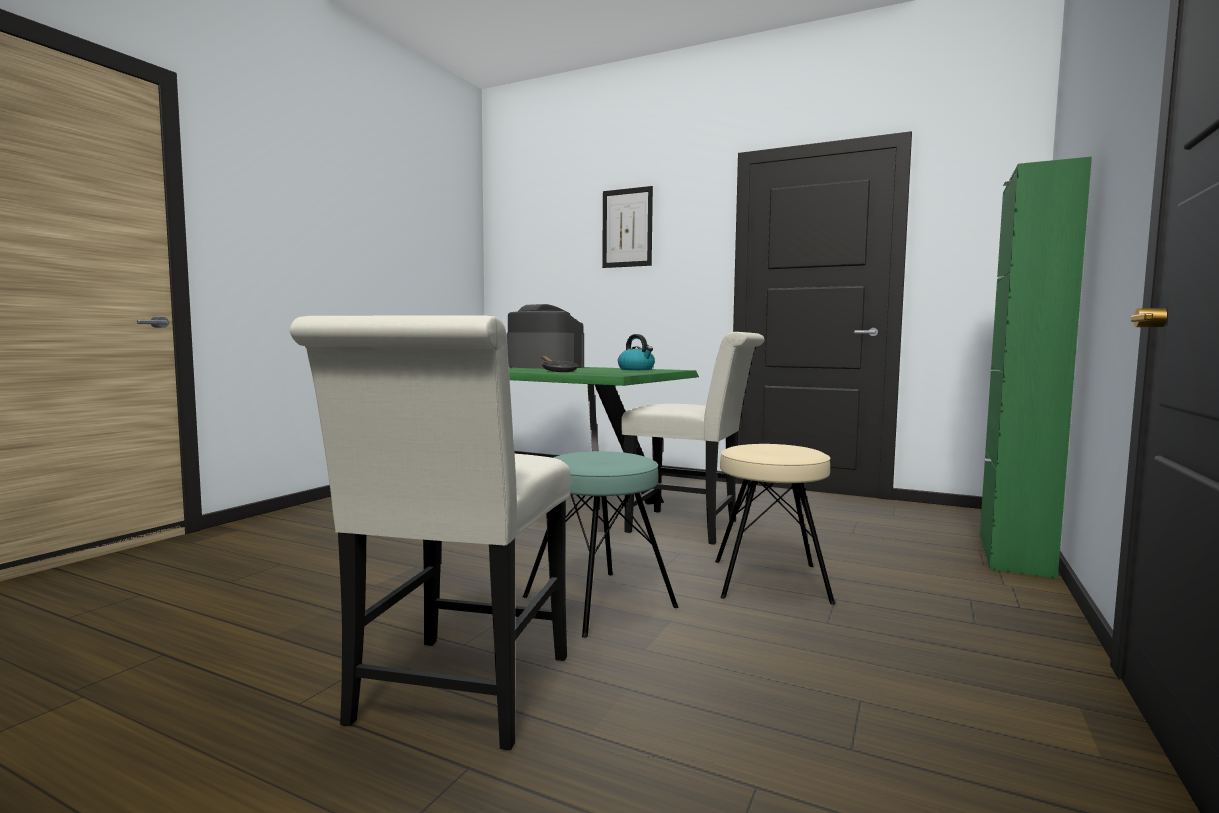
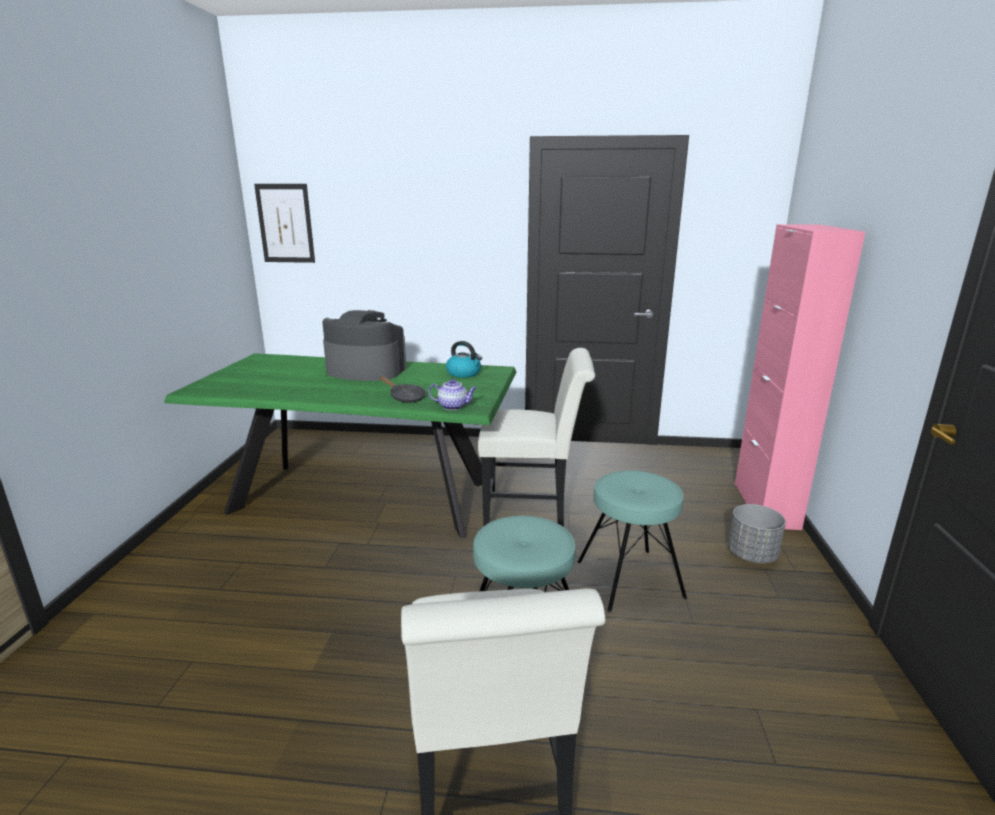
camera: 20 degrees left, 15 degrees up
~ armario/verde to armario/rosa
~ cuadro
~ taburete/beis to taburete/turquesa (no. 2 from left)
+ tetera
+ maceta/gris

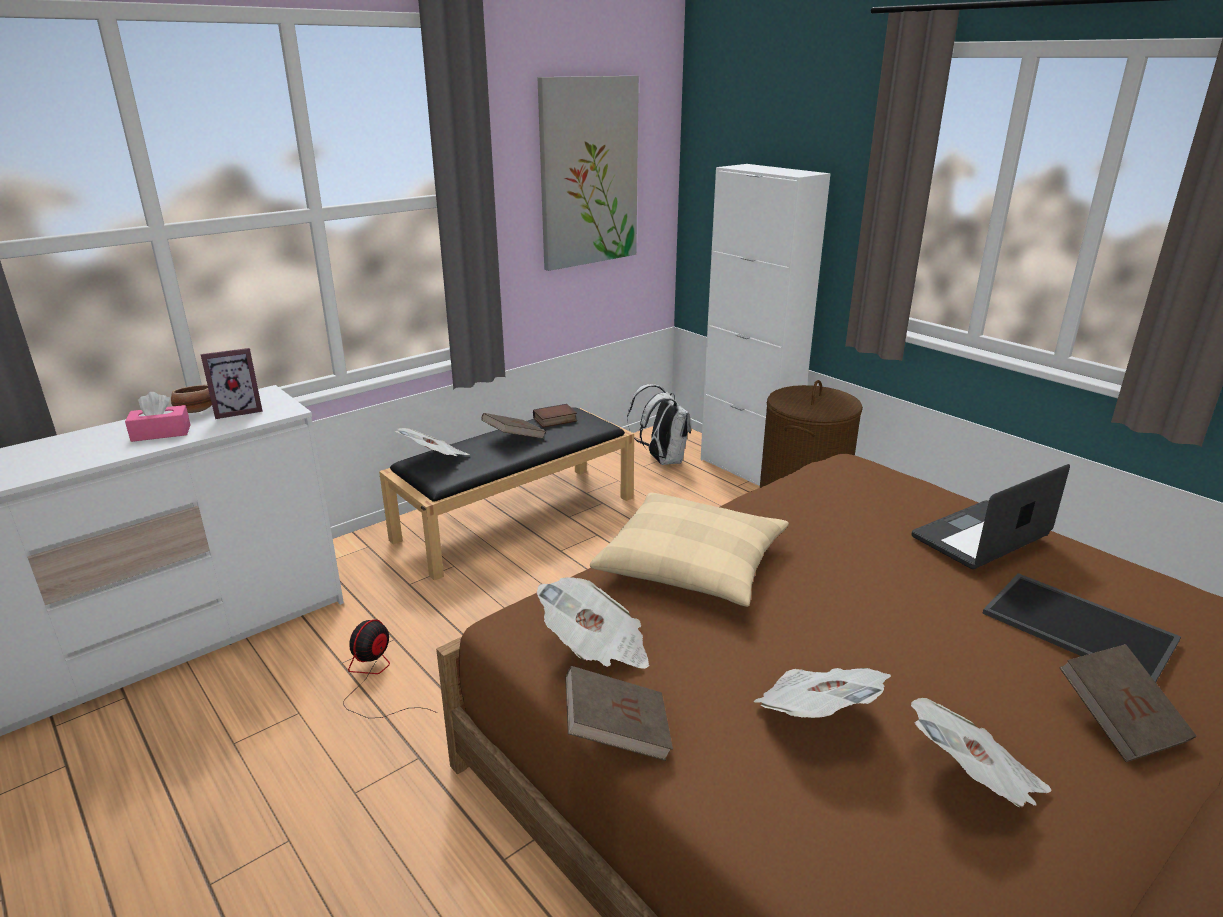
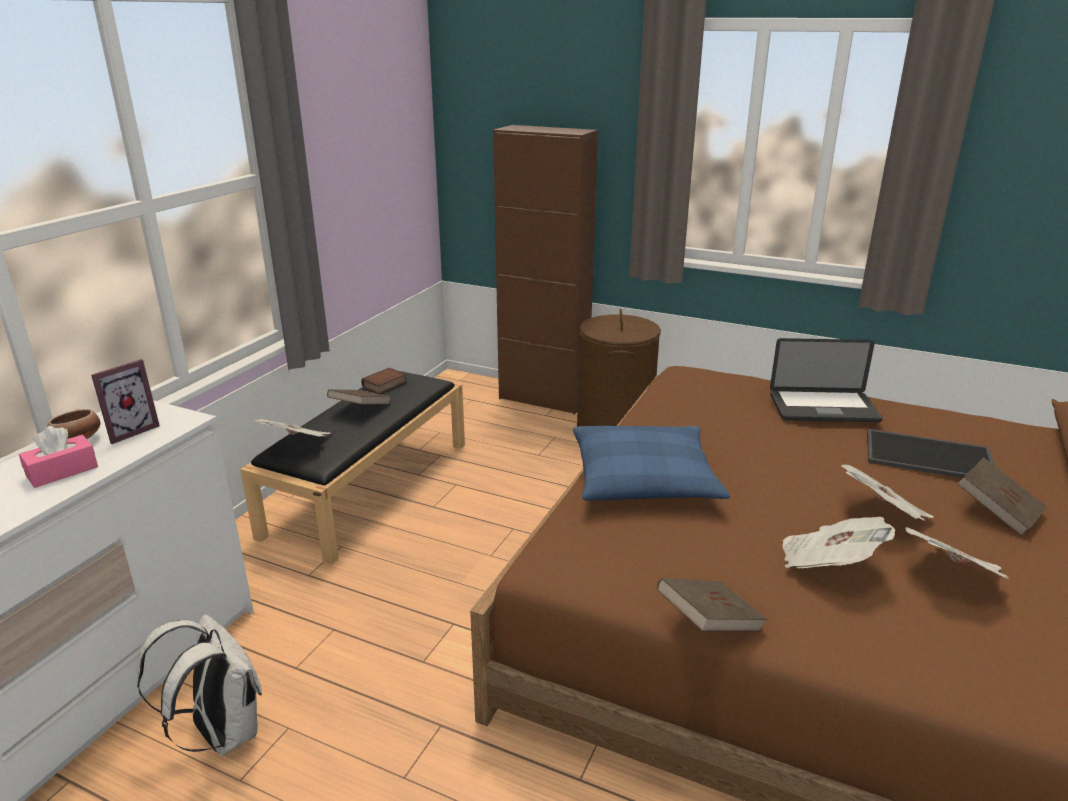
camera: 25 degrees left, 0 degrees up
- cuadro
~ armario/blanco to armario/marrón
~ mochila/blanco
~ portátil 120 degrees counterclockwise
~ cojín/beis to cojín/azul
~ periódico (no. 2 from left in the first image) to periódico (no. 3 from left)
- ventilador

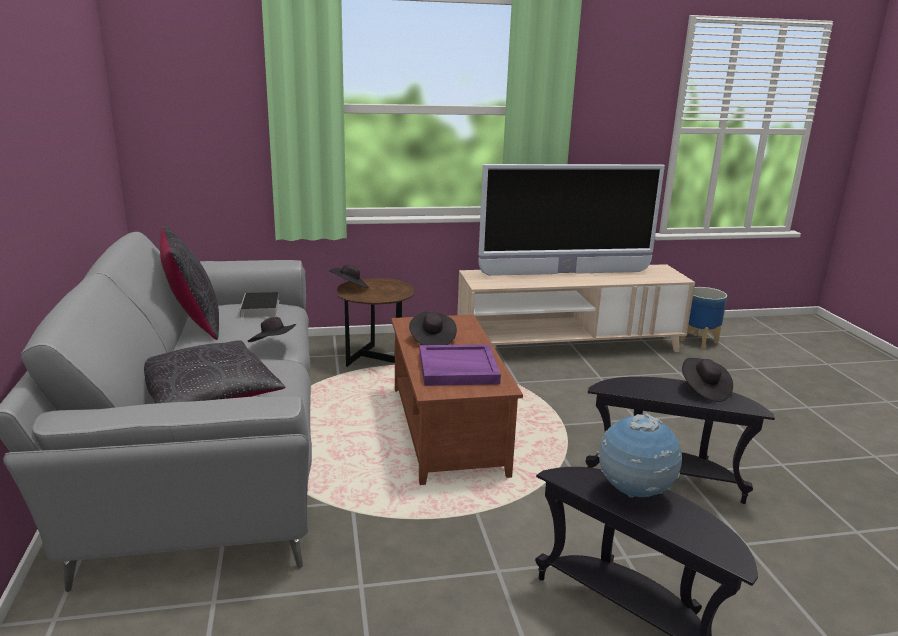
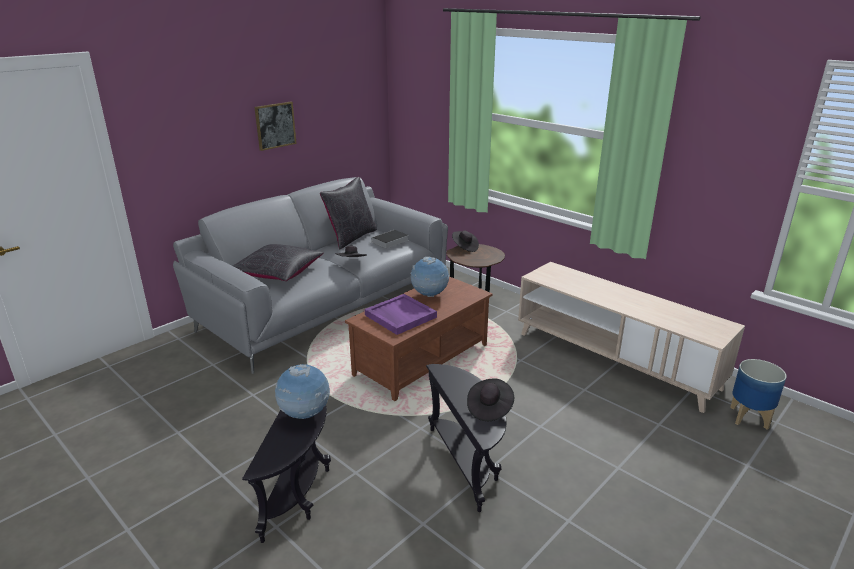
camera: 55 degrees right, 5 degrees up
- televisor
~ sombrero/negro (no. 3 from left) to globo terráqueo (no. 2 from left)
+ cuadro

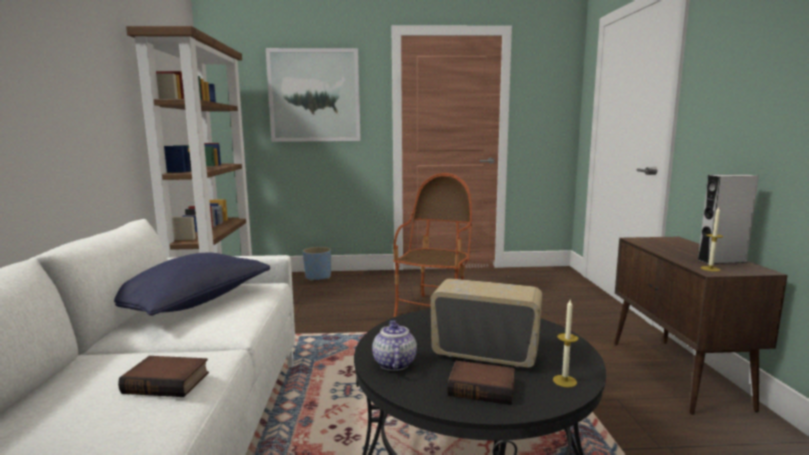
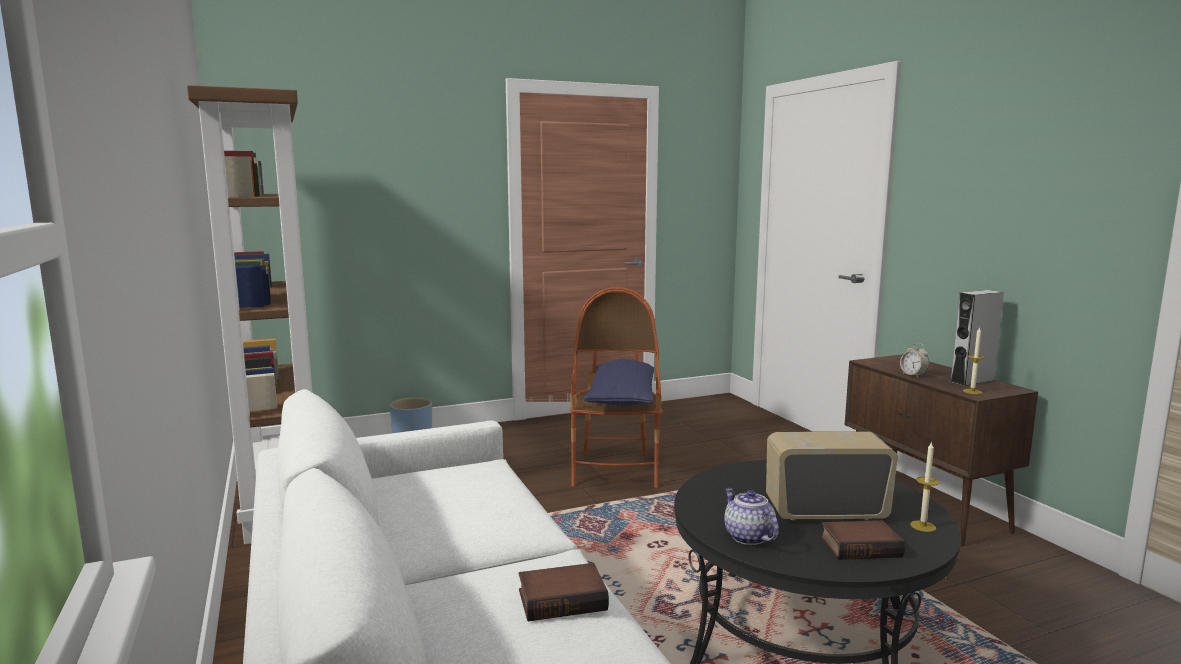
camera: 20 degrees left, 0 degrees up
- cuadro
~ cojín/azul
+ despertador

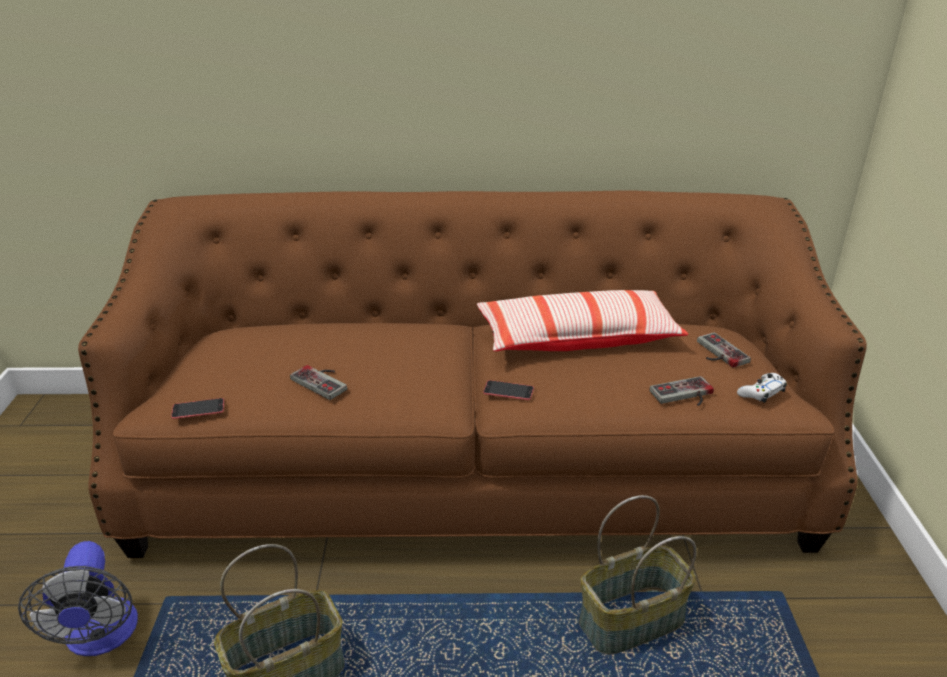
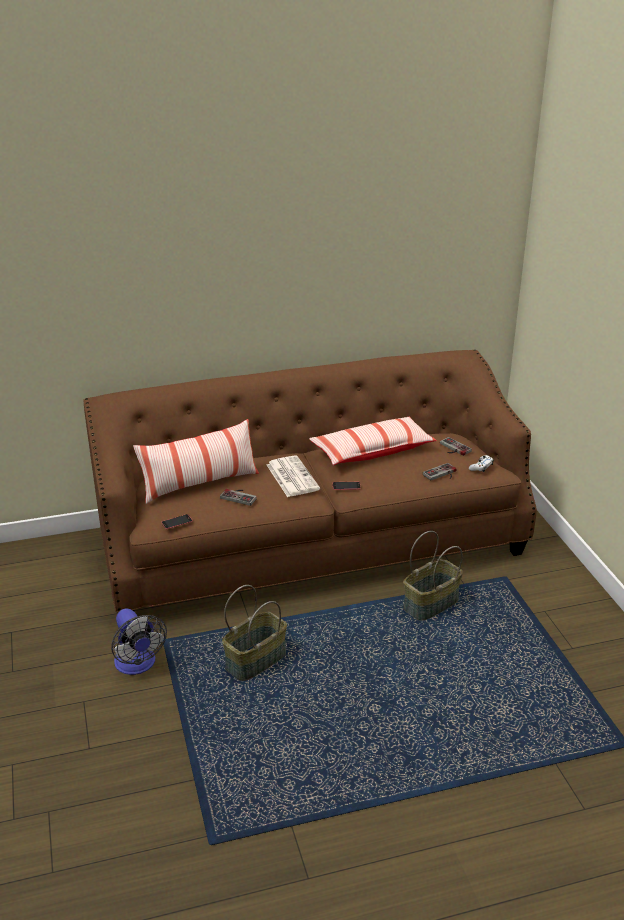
camera: 15 degrees left, 0 degrees up
+ cojín (no. 1 from left)
+ periódico

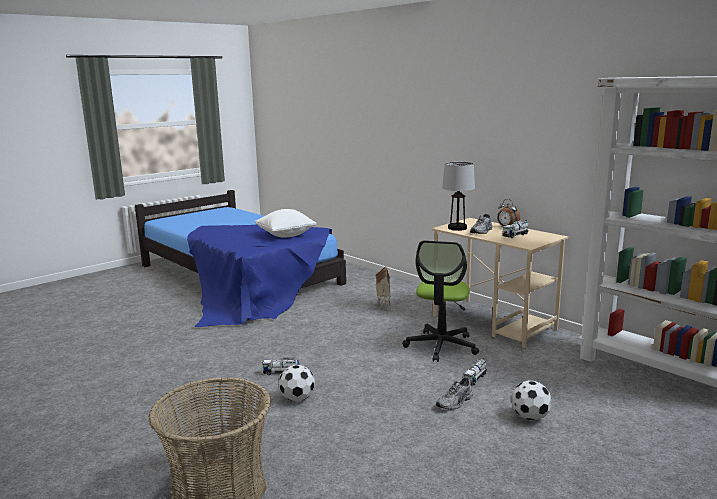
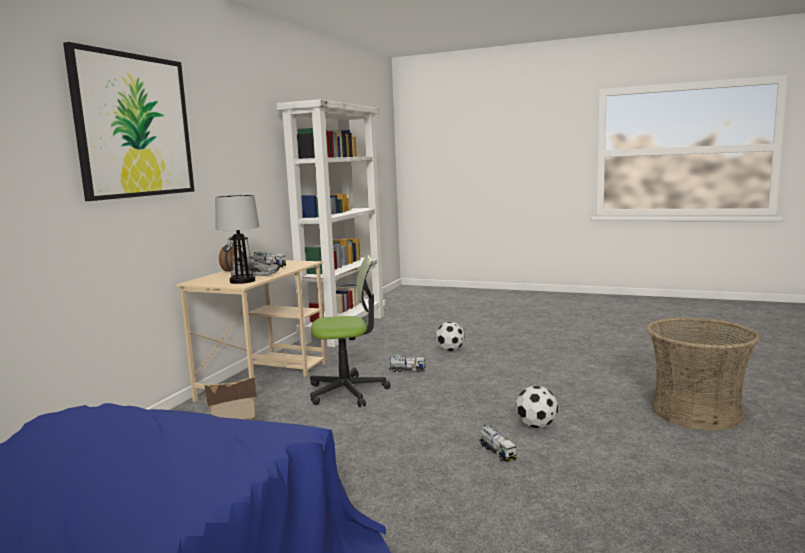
camera: 115 degrees left, 5 degrees down
- cojín/blanco
- zapato/gris (no. 1 from left)
+ cuadro

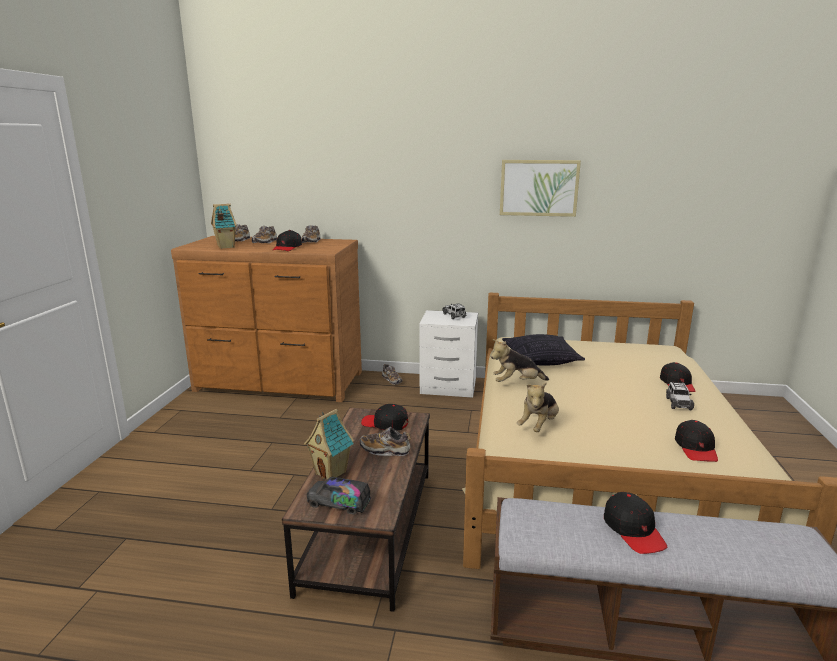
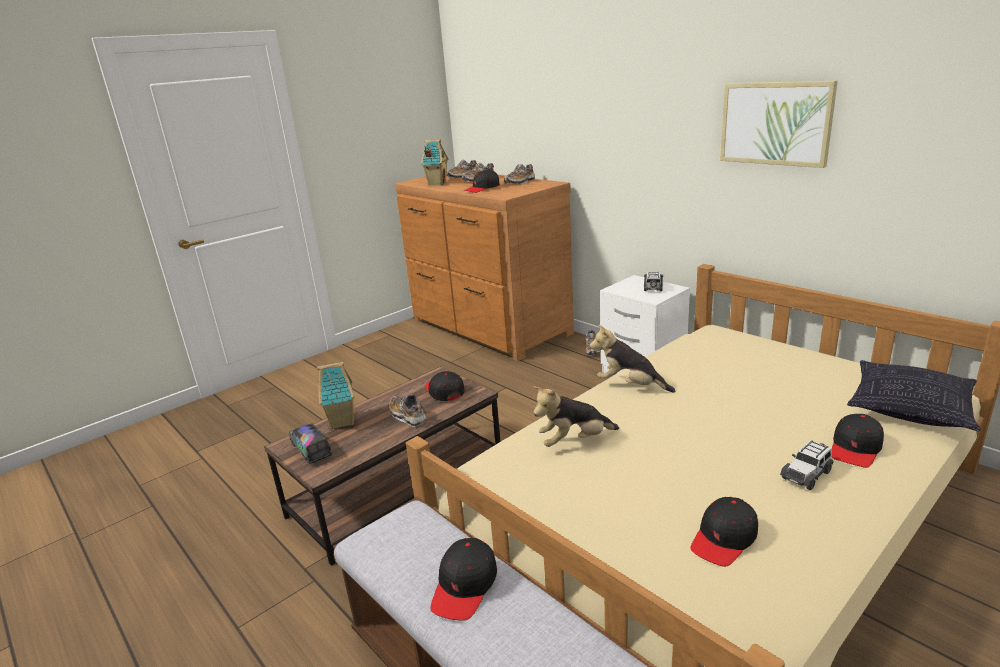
camera: 40 degrees right, 5 degrees up
~ cojín

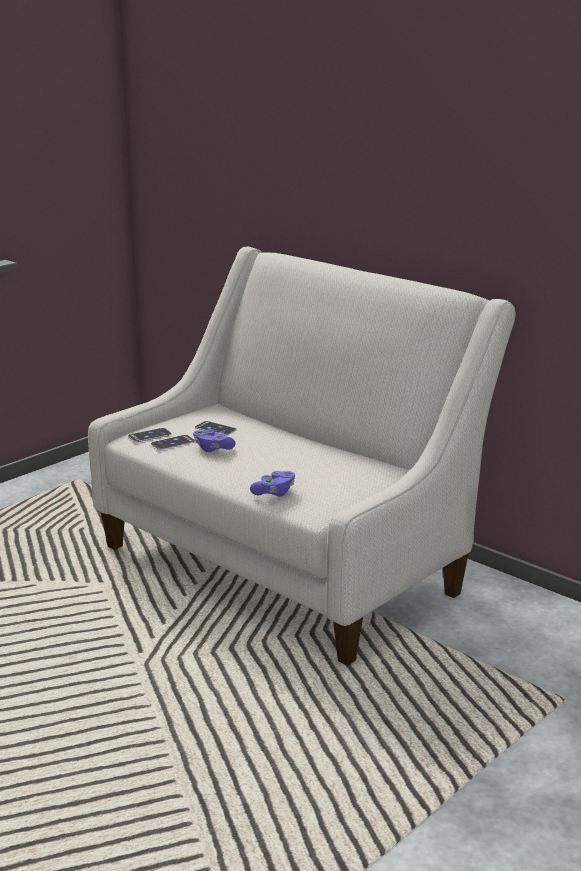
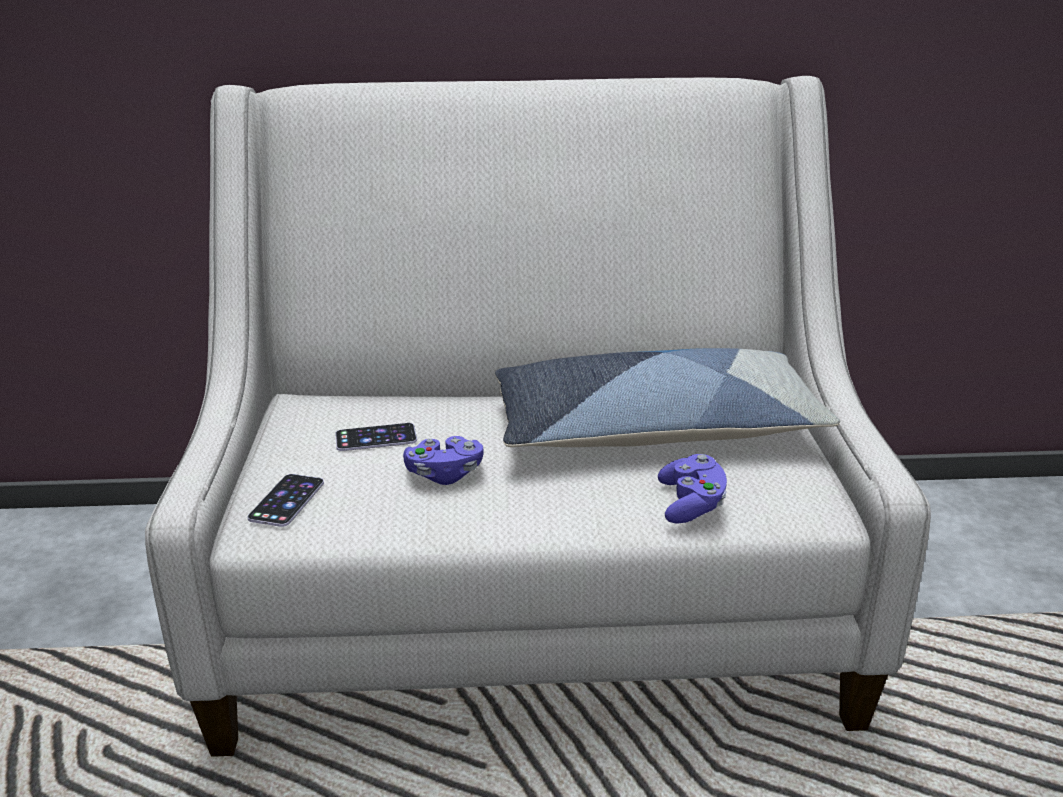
camera: 45 degrees left, 5 degrees up
- móvil (no. 2 from left)
+ cojín

